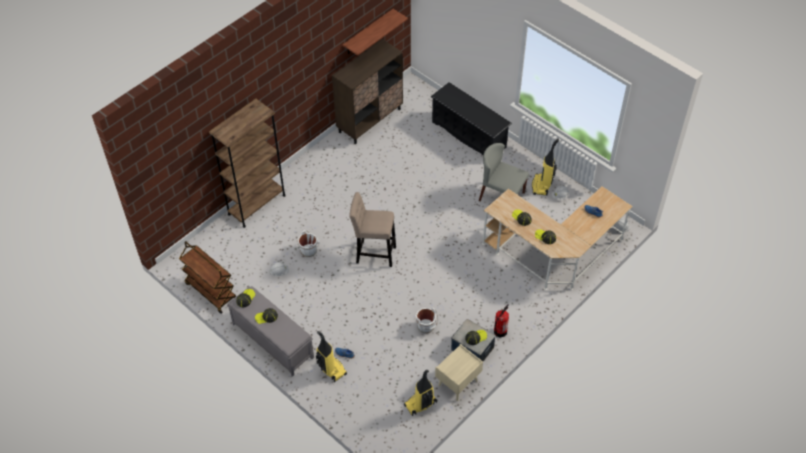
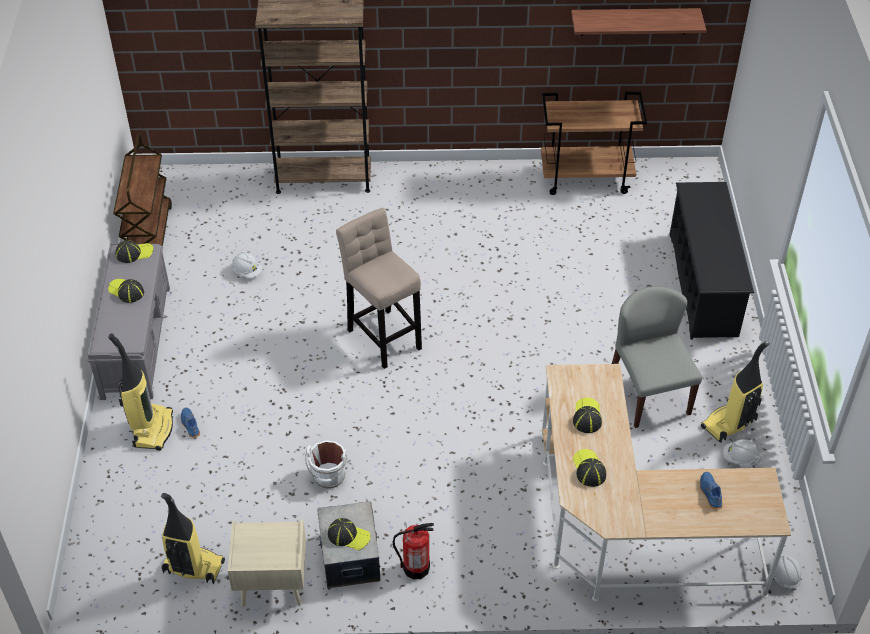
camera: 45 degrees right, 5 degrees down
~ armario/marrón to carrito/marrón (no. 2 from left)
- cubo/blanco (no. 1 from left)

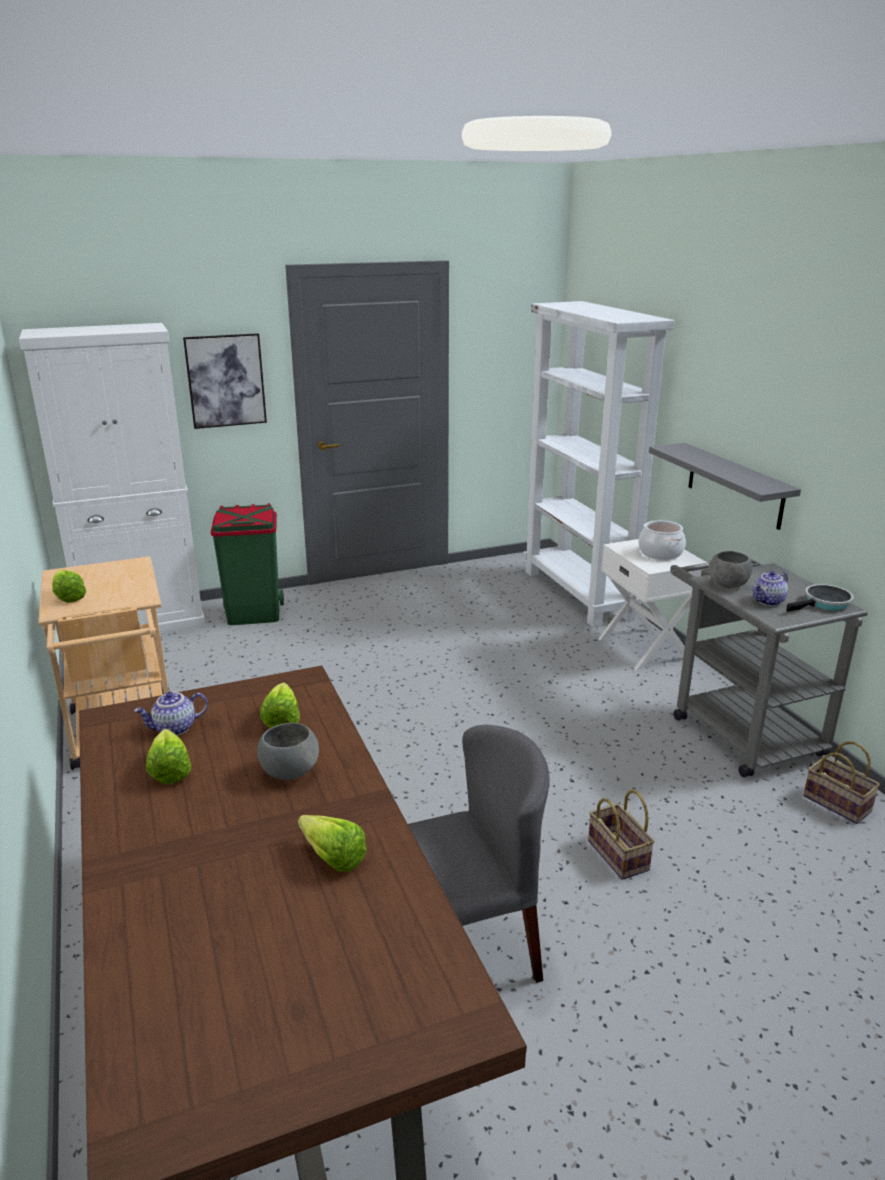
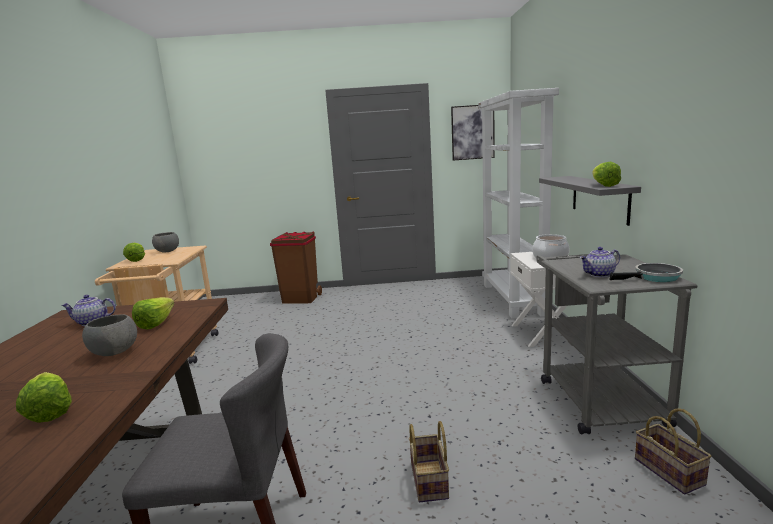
camera: 20 degrees right, 10 degrees down
- armario/blanco
~ cuadro
~ papelera/verde to papelera/marrón
~ cuenco/gris (no. 2 from left)
~ lechuga (no. 2 from left in the first image) to lechuga (no. 4 from left)

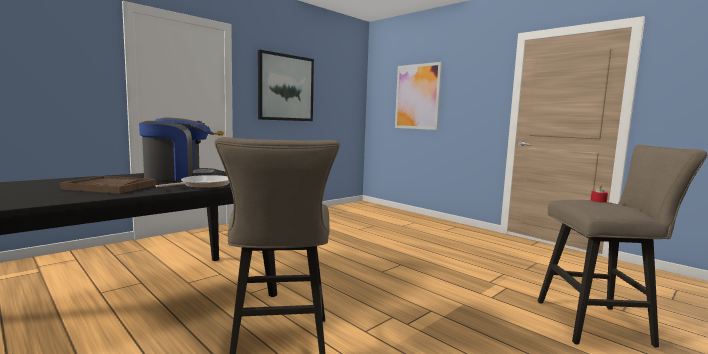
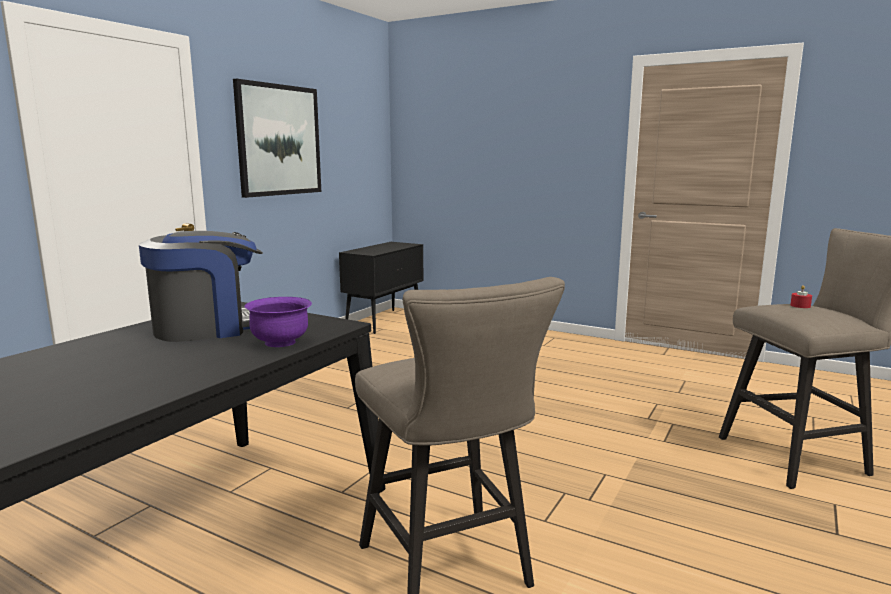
camera: 15 degrees left, 5 degrees up
- cuadro (no. 2 from left)
~ sartén to cuenco/morado
- bandeja/marrón
+ armario/negro

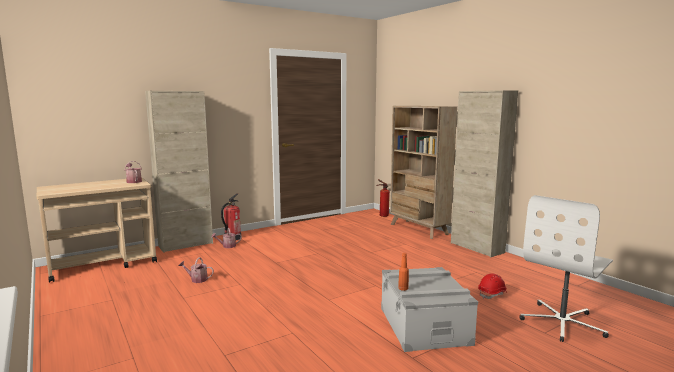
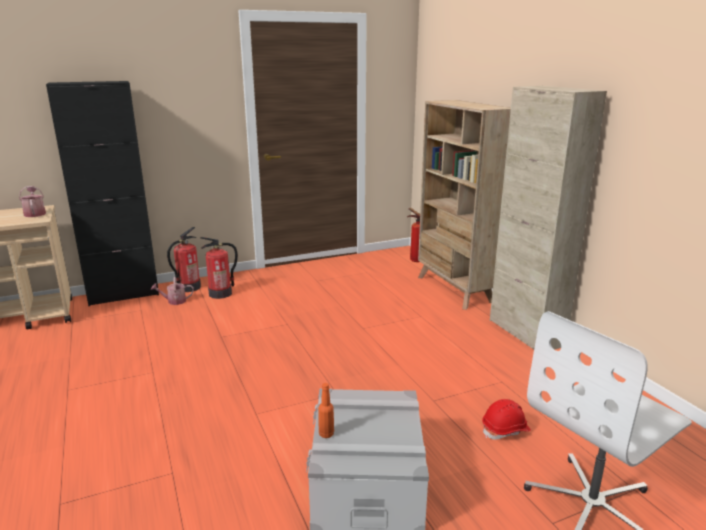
camera: 10 degrees right, 10 degrees up
~ armario/beis (no. 1 from left) to armario/negro
- regadera (no. 2 from left)
+ extintor (no. 2 from left)

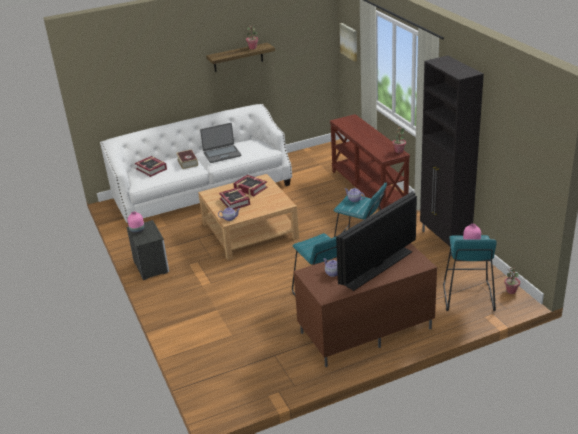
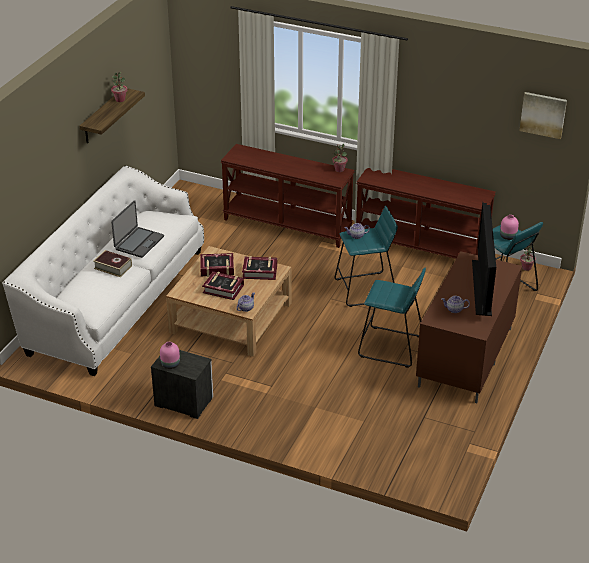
camera: 45 degrees left, 5 degrees up
~ cuadro
~ armario/negro to mesa consola/marrón (no. 2 from left)
~ libro (no. 1 from left in the first image) to libro (no. 4 from left)

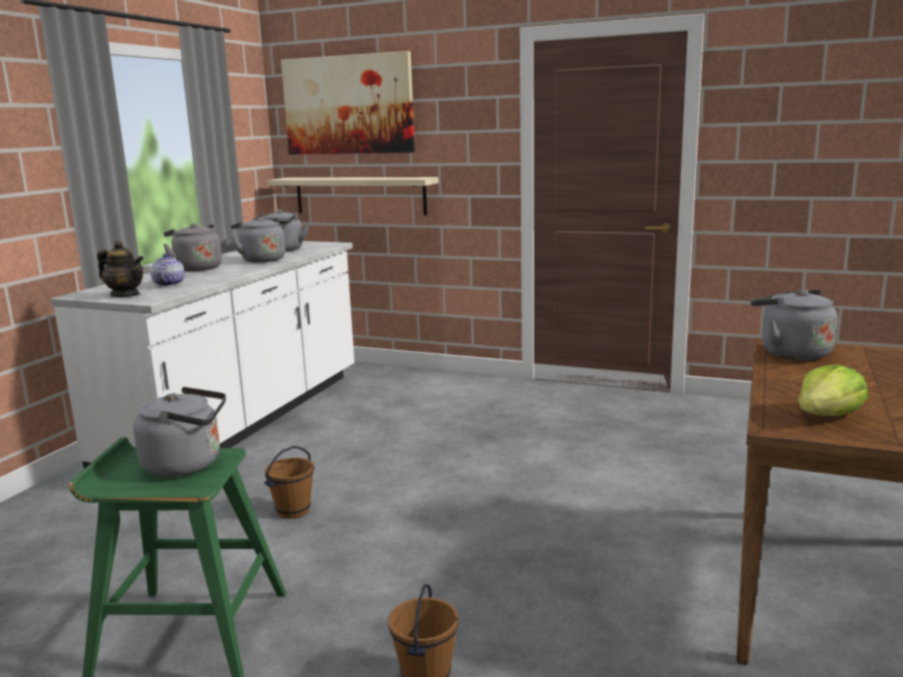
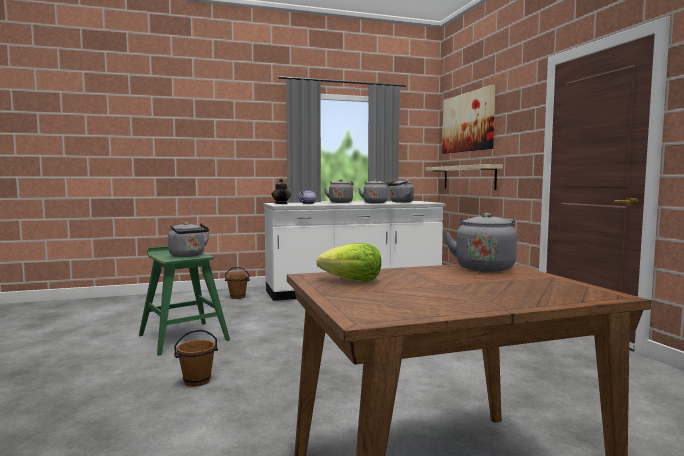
camera: 50 degrees right, 10 degrees down
~ cubo/marrón (no. 1 from left in the first image) to cubo/marrón (no. 2 from left)

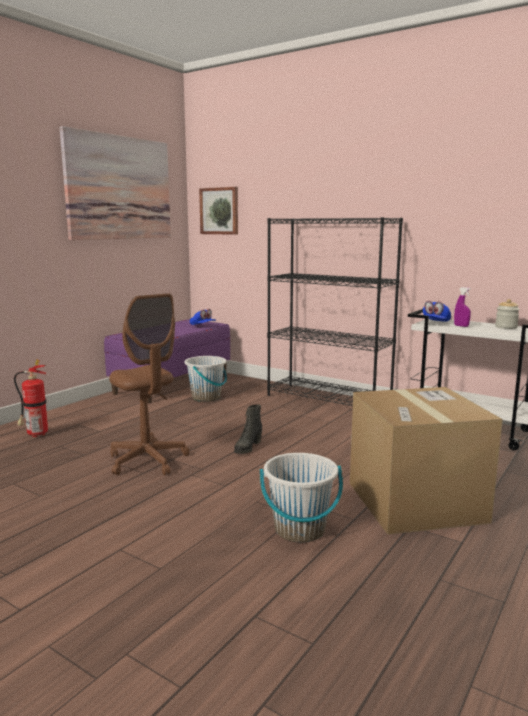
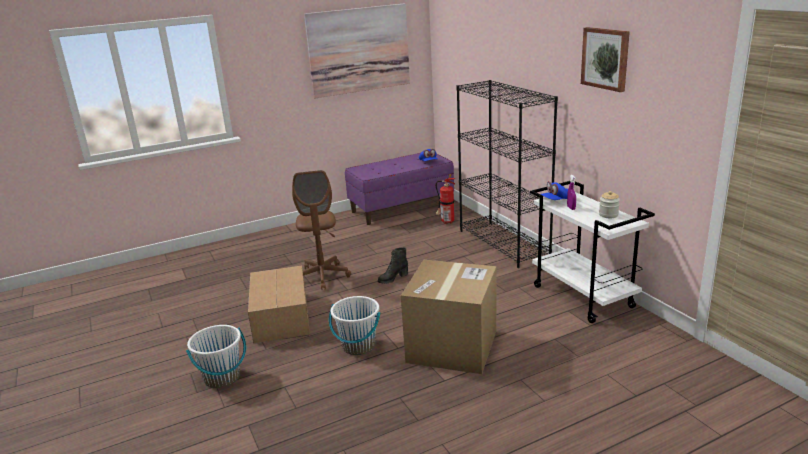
camera: 30 degrees right, 10 degrees up
~ cuadro (no. 2 from left)
~ cubo/blanco (no. 1 from left)
~ extintor
+ caja de cartón (no. 1 from left)

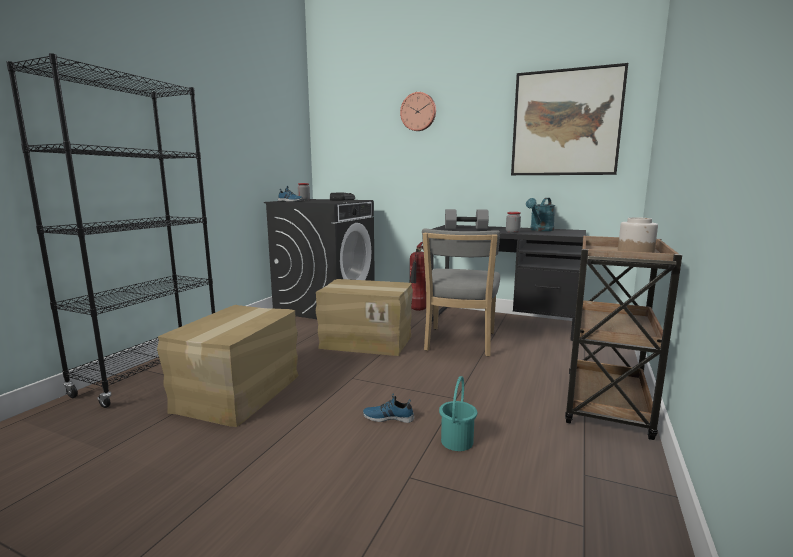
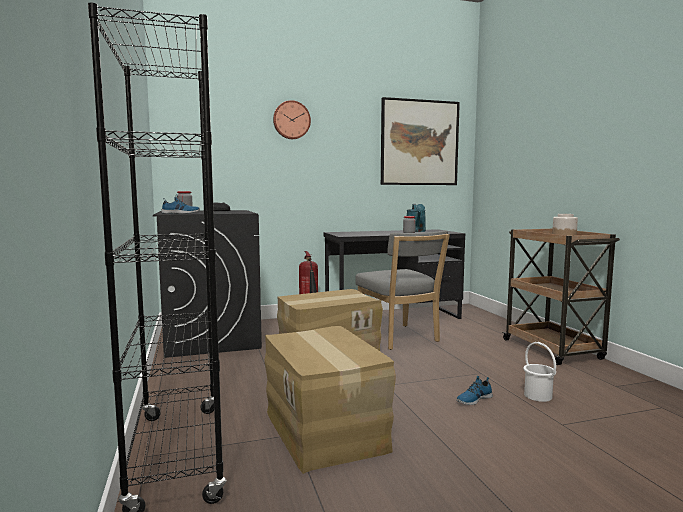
camera: 40 degrees left, 5 degrees down
- mancuerna/gris
~ cubo/turquesa to cubo/blanco

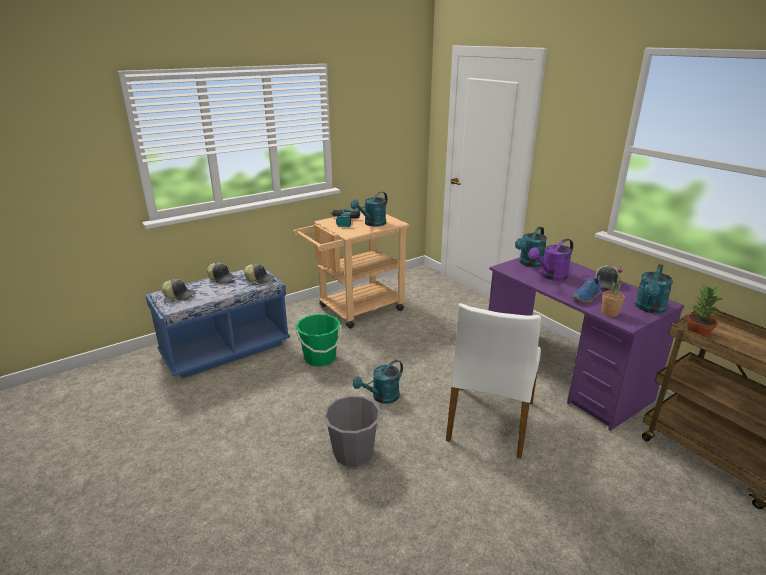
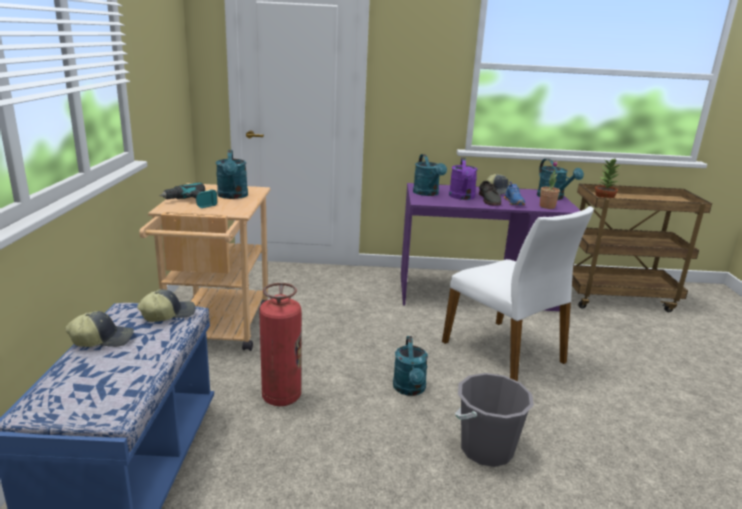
camera: 55 degrees left, 5 degrees down
- gorra (no. 1 from left)
~ cubo/verde to extintor
+ zapato/gris

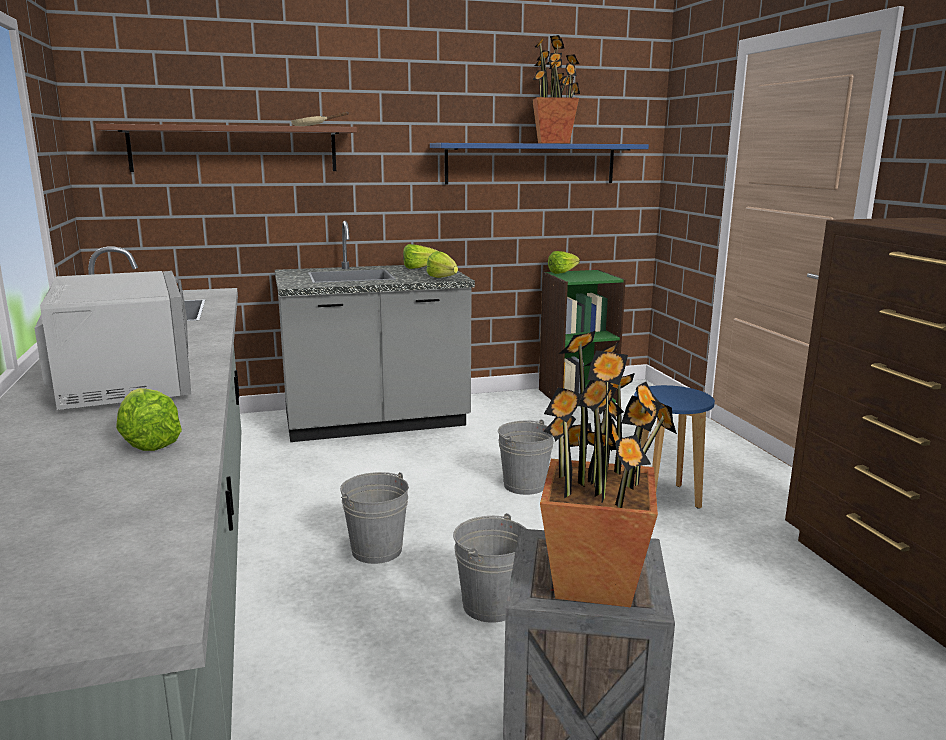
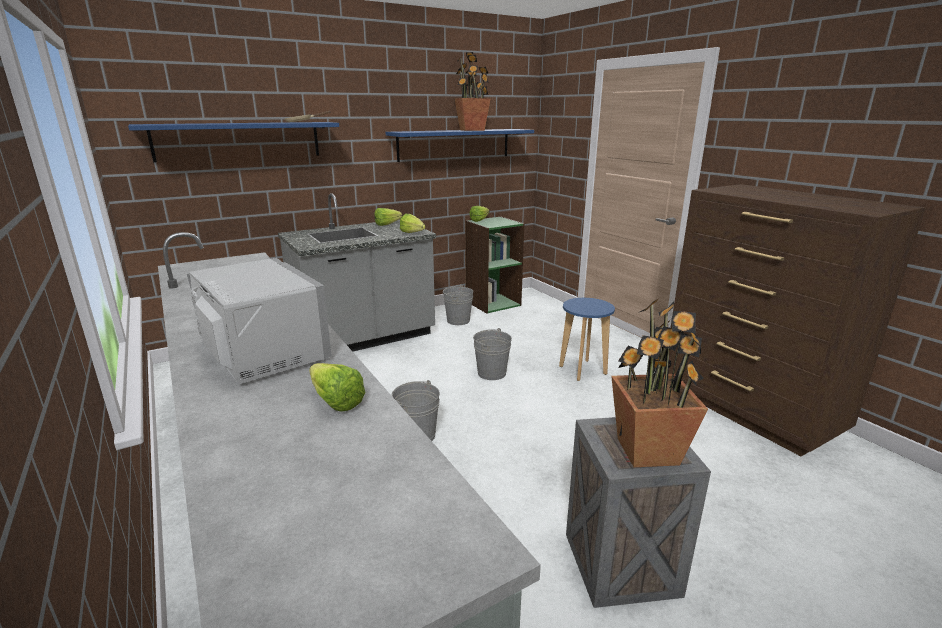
camera: 15 degrees left, 5 degrees up
~ estante/marrón to estante/azul (no. 1 from left)
~ cubo/gris (no. 2 from left)

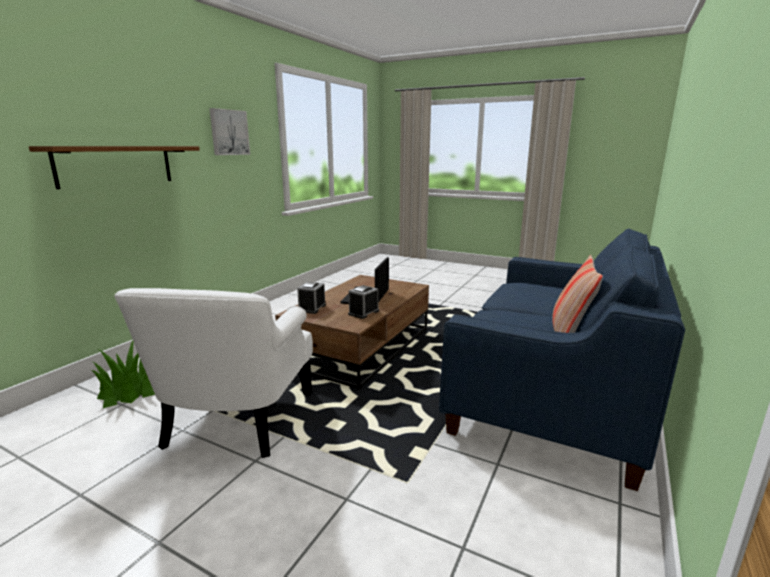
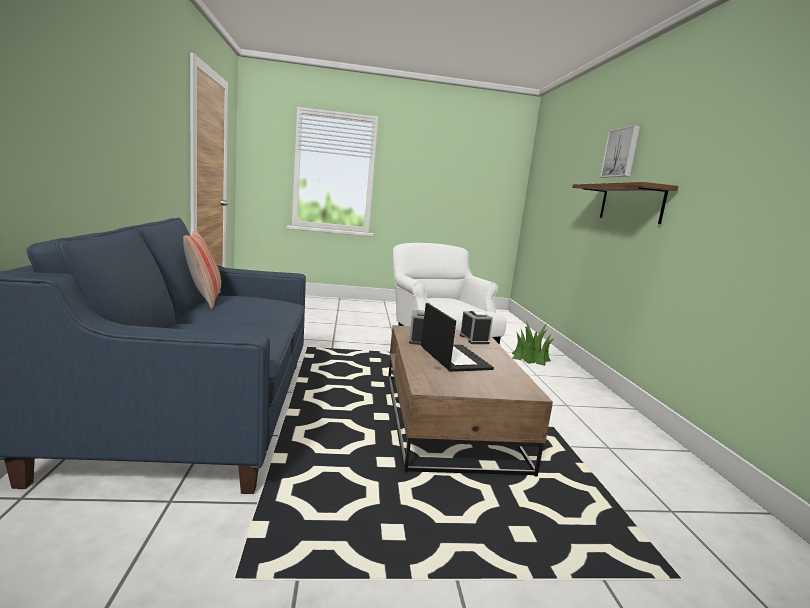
camera: 145 degrees right, 5 degrees down
~ cuadro

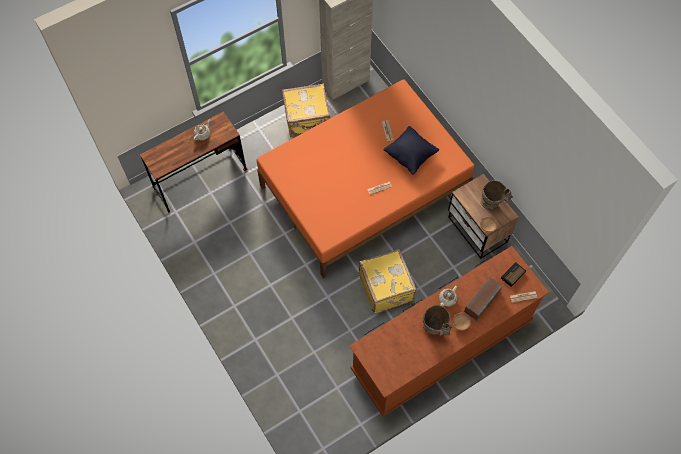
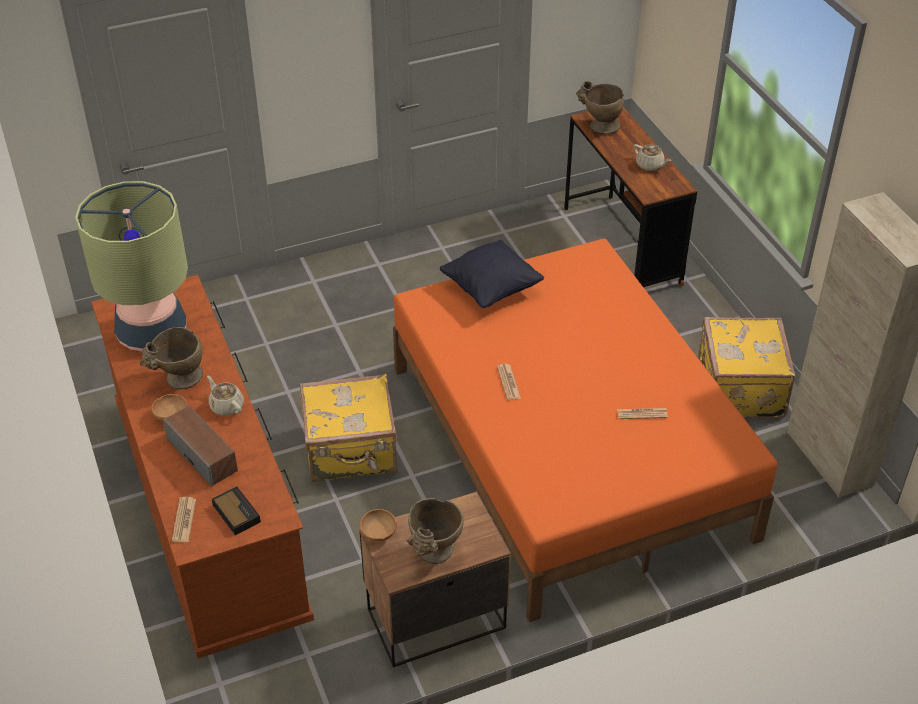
camera: 100 degrees right, 20 degrees down
~ cojín/negro
+ florero/beis (no. 3 from left)
+ lámpara de mesa

